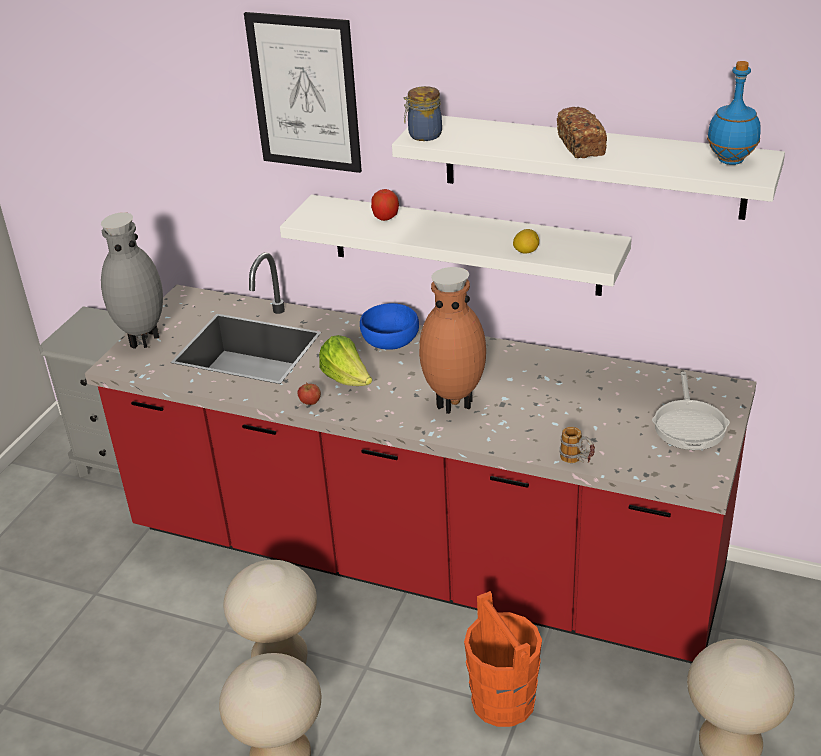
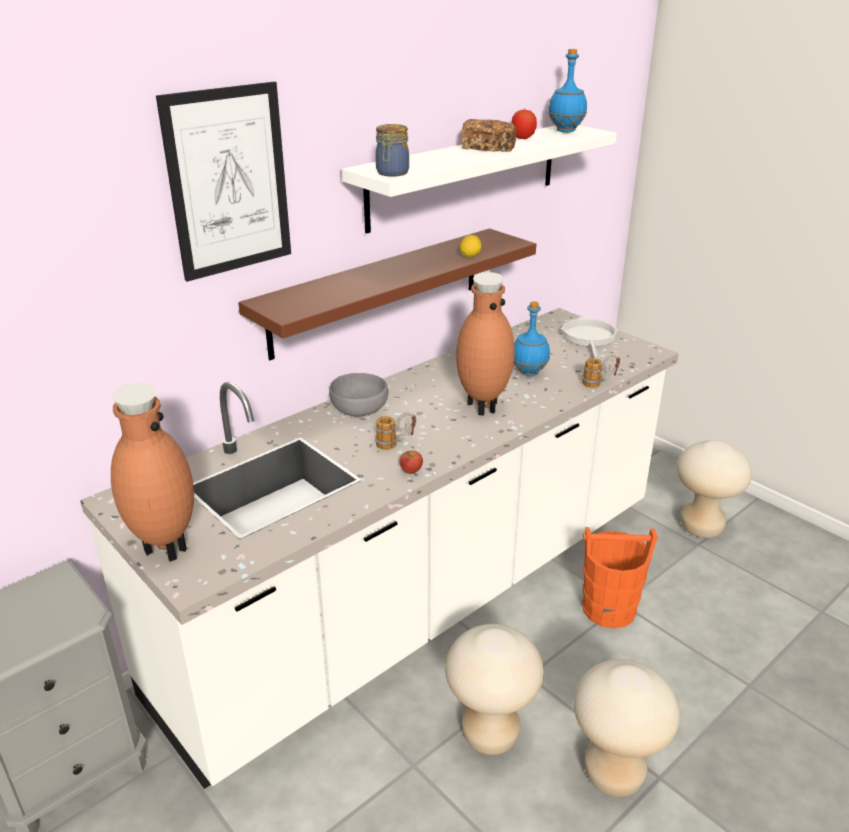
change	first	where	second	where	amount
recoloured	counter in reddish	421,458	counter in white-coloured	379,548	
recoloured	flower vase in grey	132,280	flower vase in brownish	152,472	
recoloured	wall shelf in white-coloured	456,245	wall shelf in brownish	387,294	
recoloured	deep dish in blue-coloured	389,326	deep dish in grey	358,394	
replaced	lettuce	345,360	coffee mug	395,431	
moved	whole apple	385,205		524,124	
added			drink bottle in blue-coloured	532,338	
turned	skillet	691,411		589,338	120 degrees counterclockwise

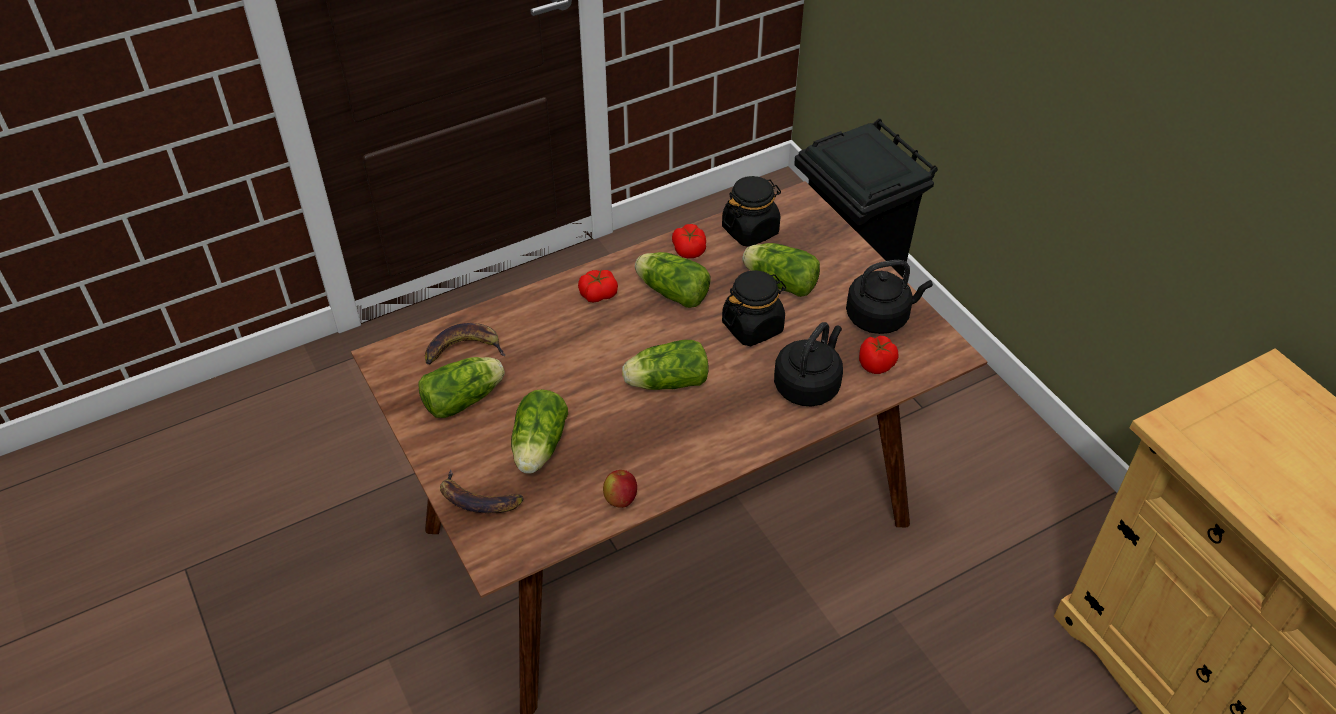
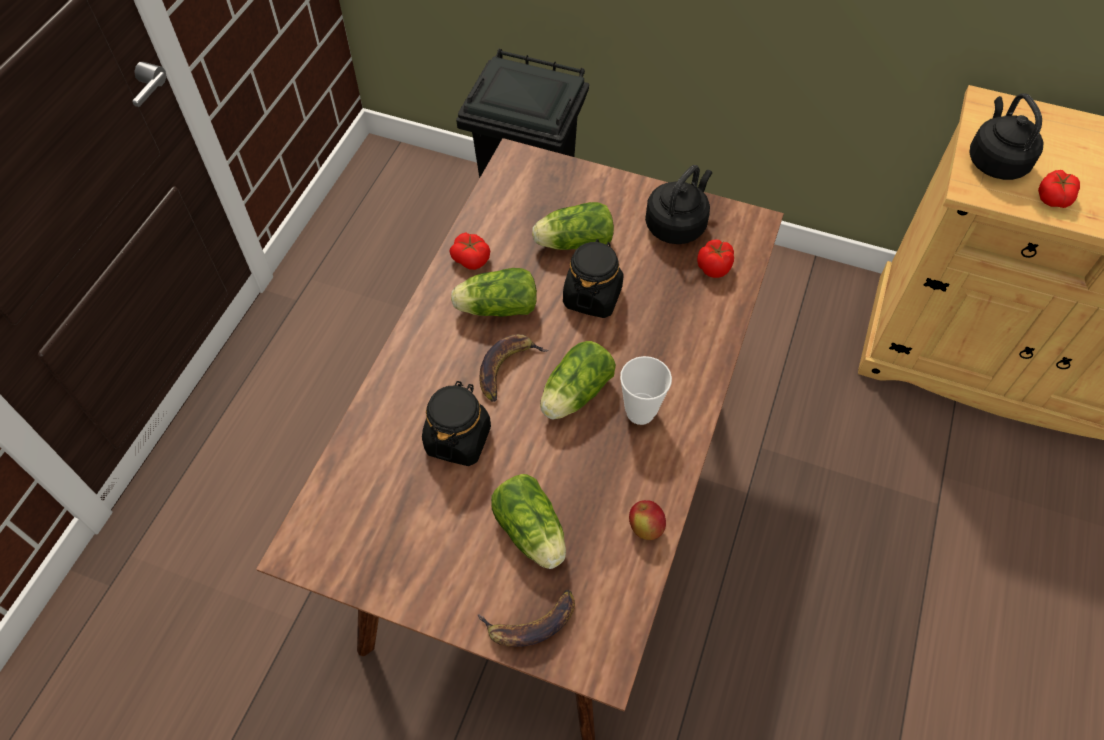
change	first	where	second	where	amount
moved	jar in black-coloured	751,211		456,423	
moved	whole banana	465,343		514,368	
added			small cup	646,390	
moved	kettle in black-coloured	808,364		1006,136	
moved	tomato	598,286		1059,189	
removed	lettuce	461,387			

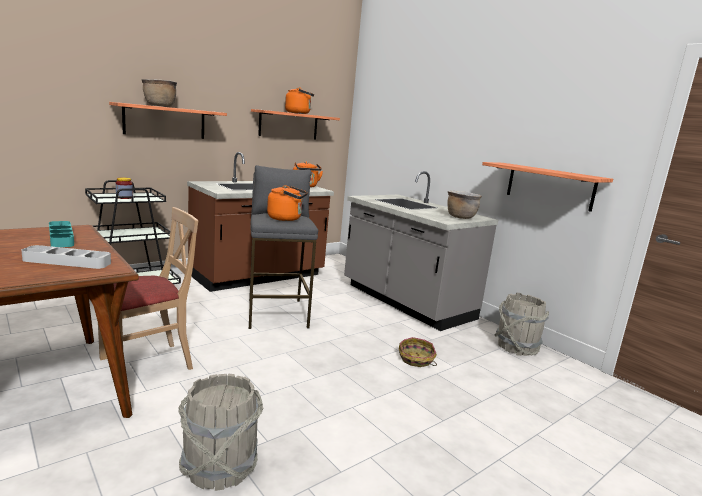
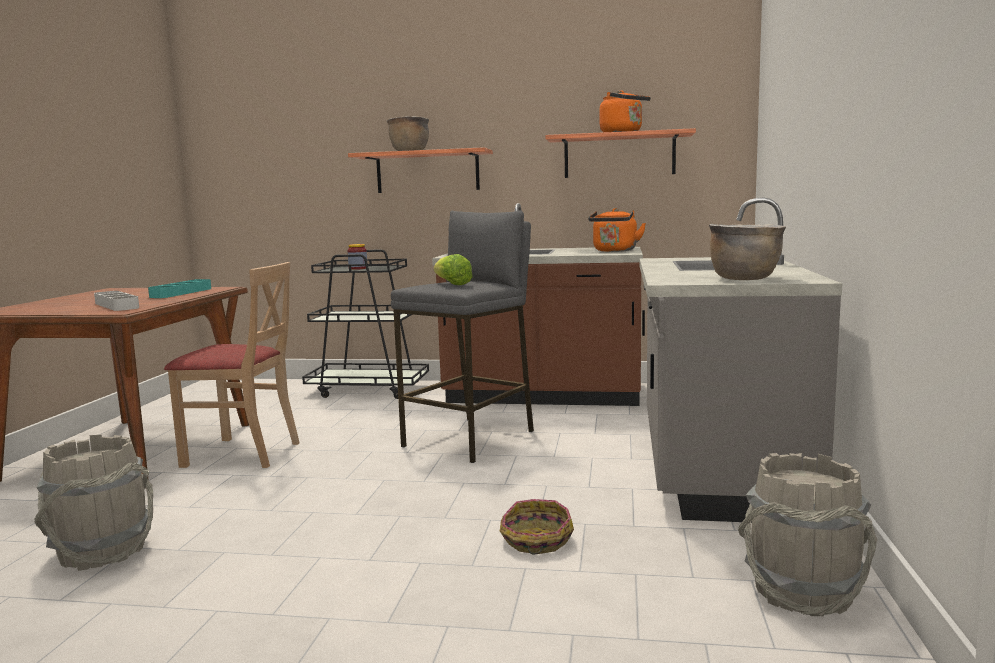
change	first	where	second	where	amount
replaced	kettle in orange	287,203	lettuce	453,269	
removed	wall shelf	547,187			

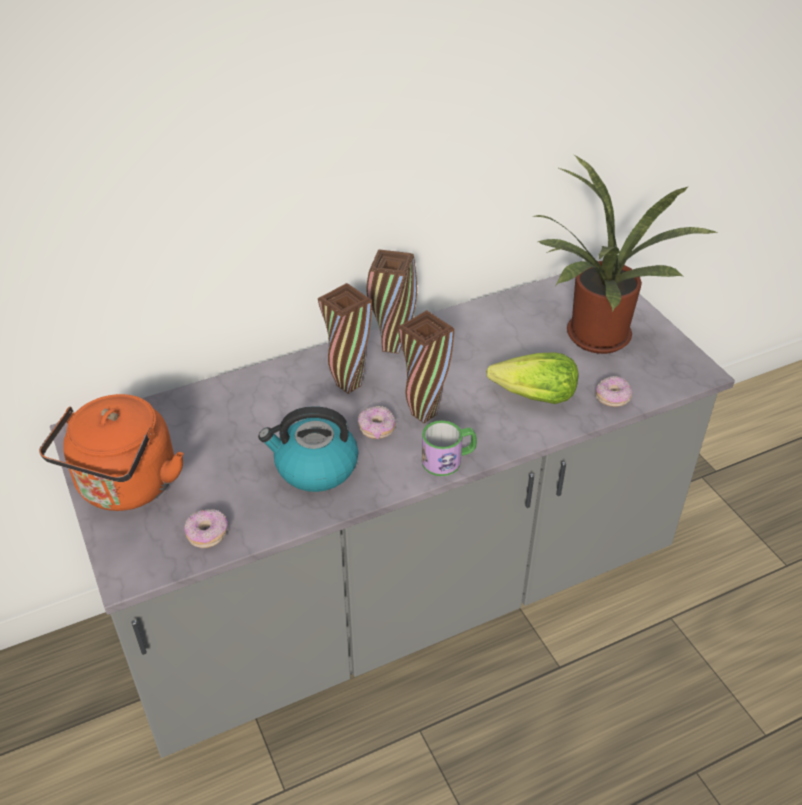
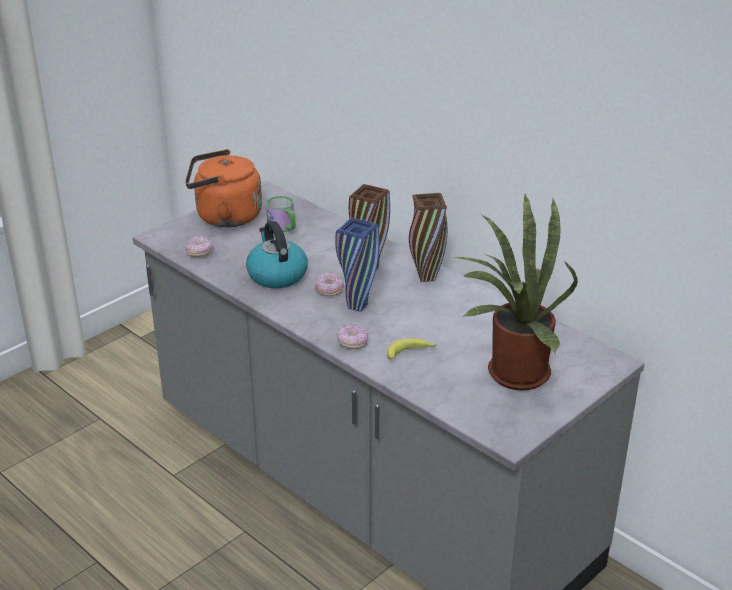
change	first	where	second	where	amount
moved	coffee mug	449,448		281,214	
recoloured	flower vase in brownish	426,366	flower vase in blue-coloured	357,264	
moved	donut	614,391		352,336	
replaced	lettuce	532,378	whole banana	412,349	

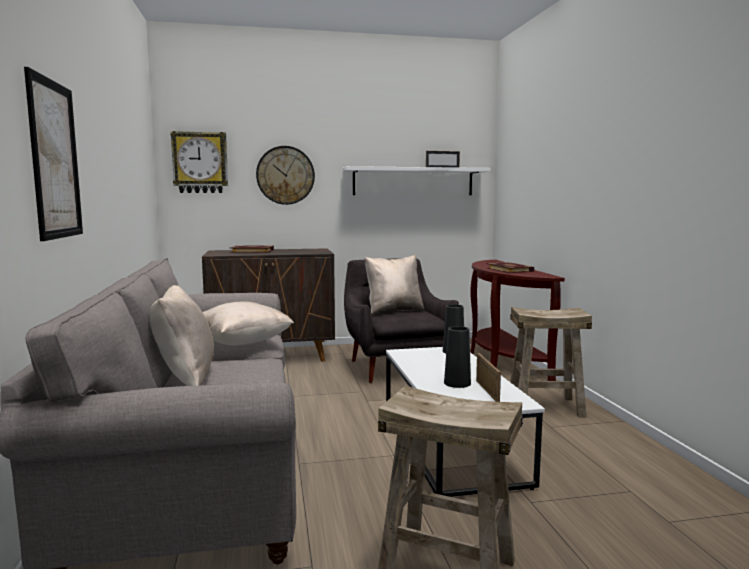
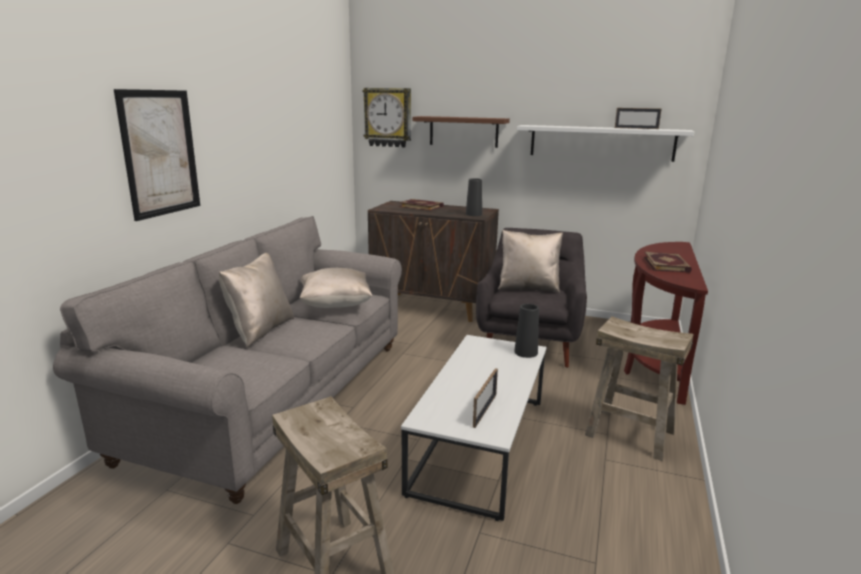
change	first	where	second	where	amount
replaced	hanging clock	285,175	wall shelf in brownish	461,132	
moved	flower vase in black-coloured	457,357		474,197	

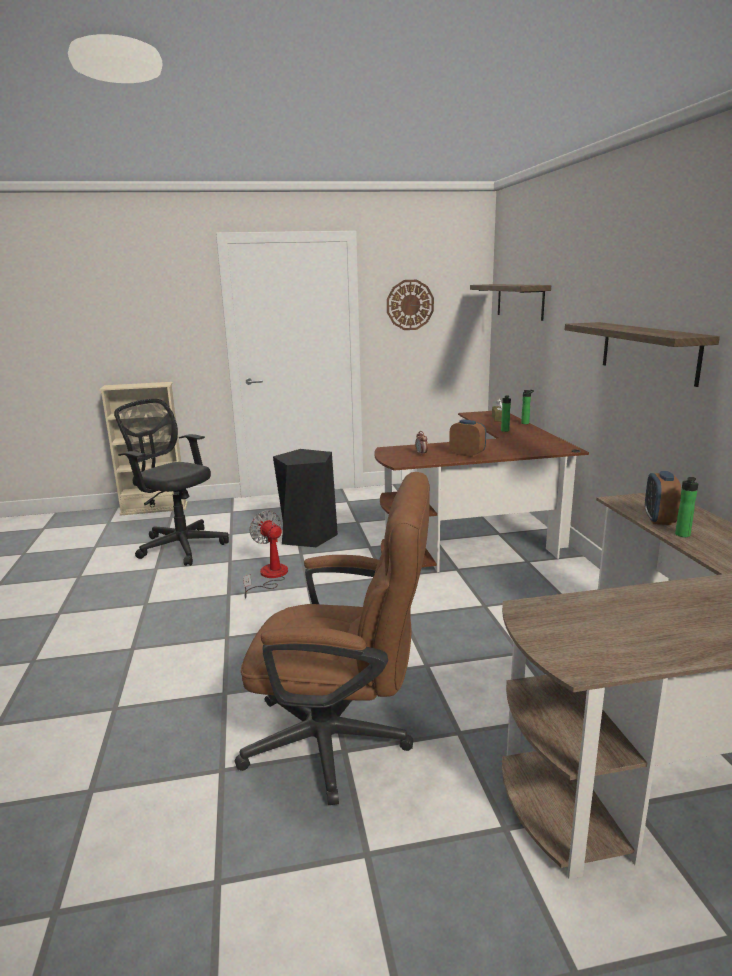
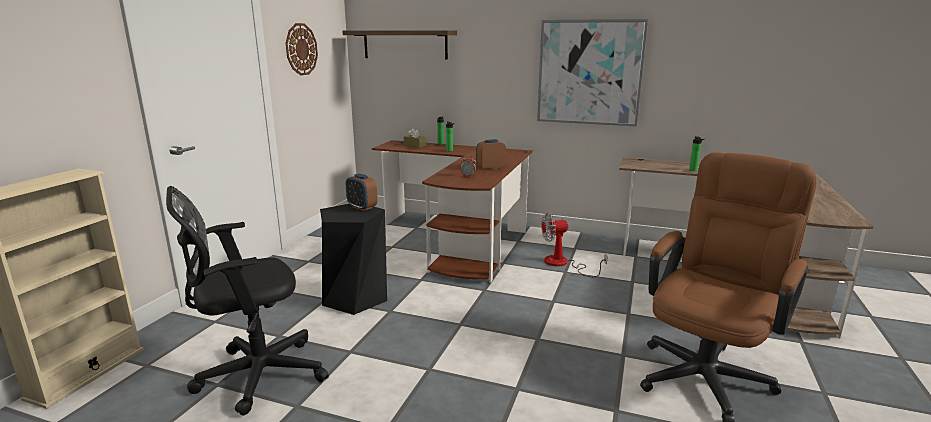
change	first	where	second	where	amount
moved	bedside clock	663,498		361,192	
replaced	wall shelf	642,354	wall picture	592,73	
moved	electric fan	265,554		574,245	

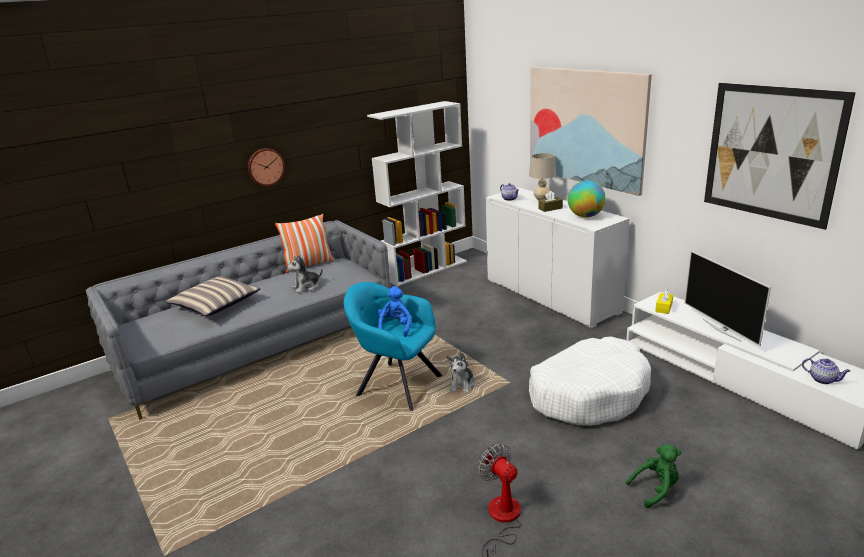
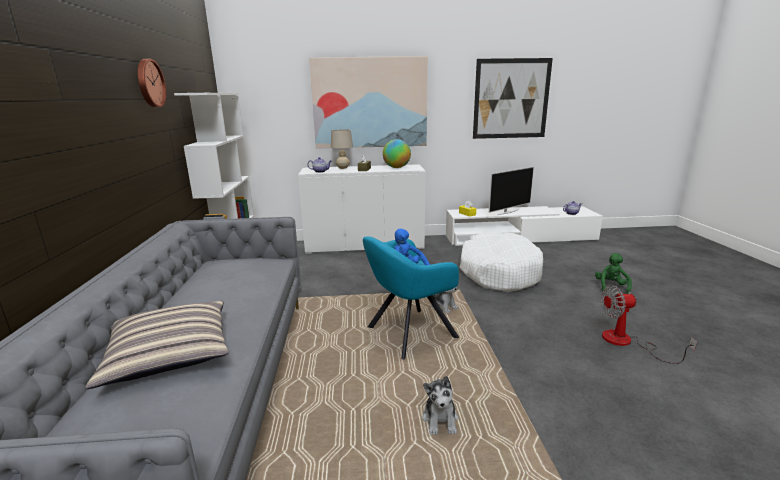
change	first	where	second	where	amount
moved	hanging clock	266,167		152,83	
moved	soft toy	305,274		440,405	
turned	television	728,298		511,191	45 degrees counterclockwise
removed	throw pillow	304,243			

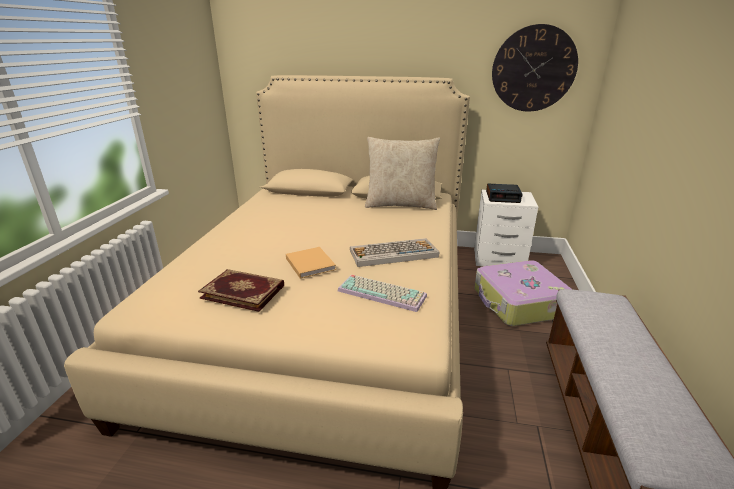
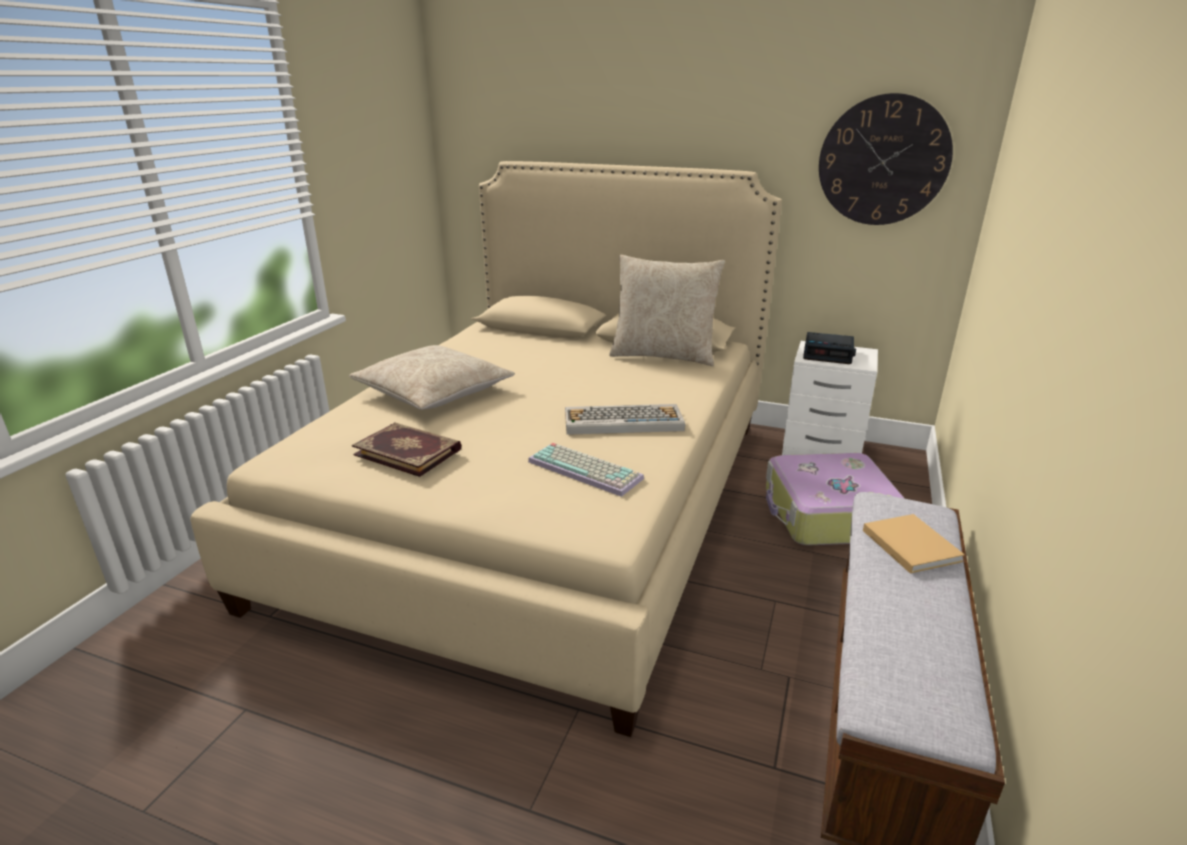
change	first	where	second	where	amount
added			throw pillow in sand-coloured	432,377	
moved	bound book in sand-coloured	311,263		914,543	

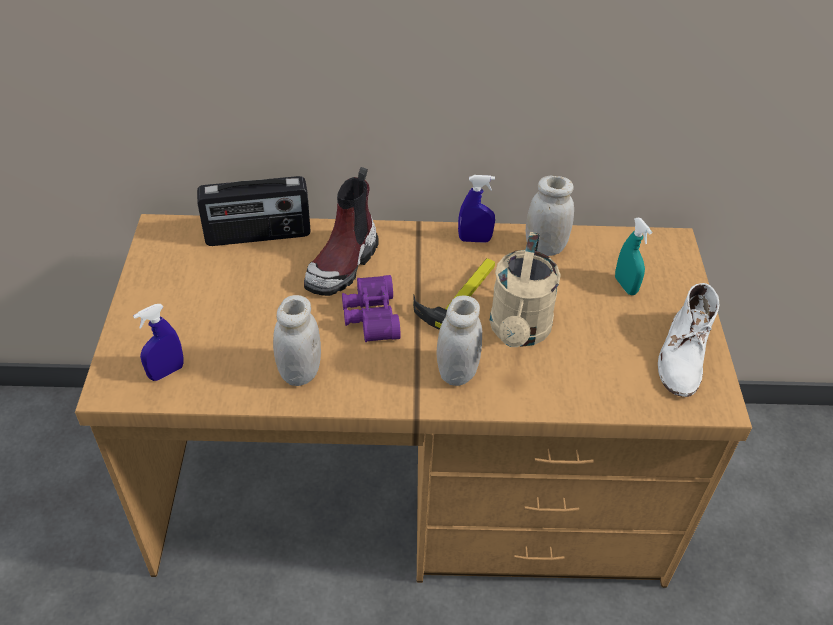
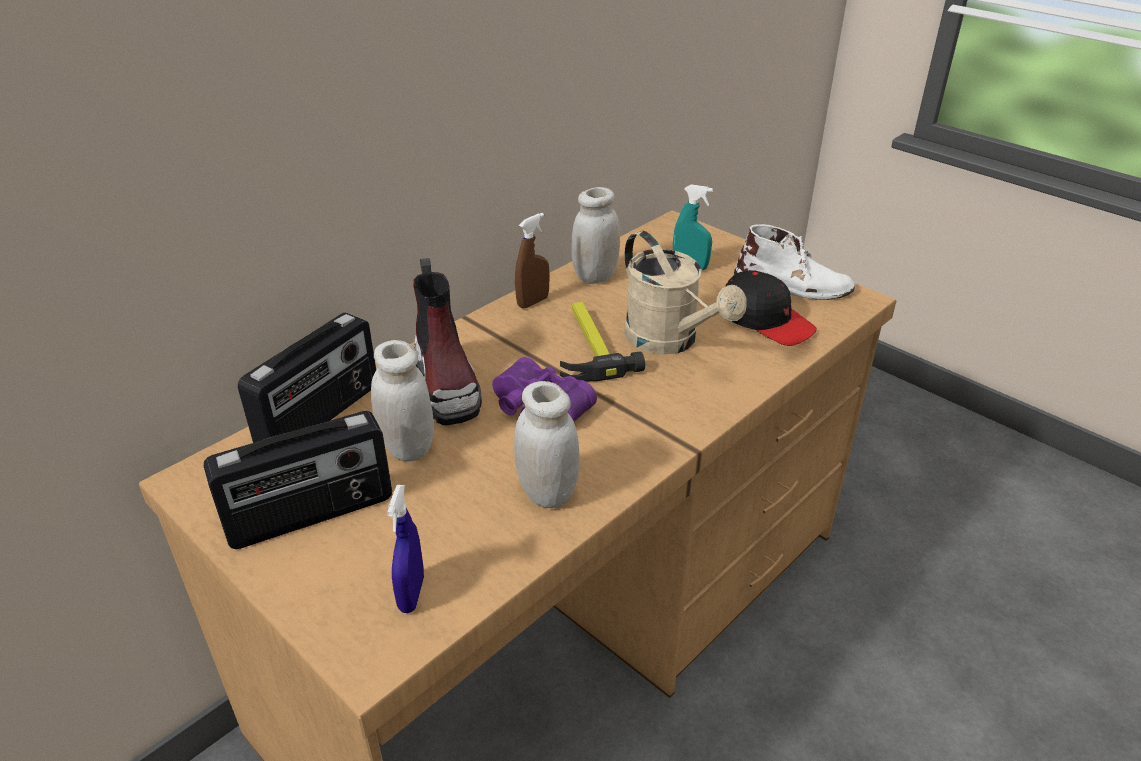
change	first	where	second	where	amount
added			radio receiver	298,480	
moved	jar in white-coloured	459,341		402,400	
recoloured	sprayer in blue-coloured	476,209	sprayer in brownish	532,261	
added			peaked cap in black-coloured	771,308	
turned	high-top boot in white-coloured	688,340		794,262	45 degrees counterclockwise

